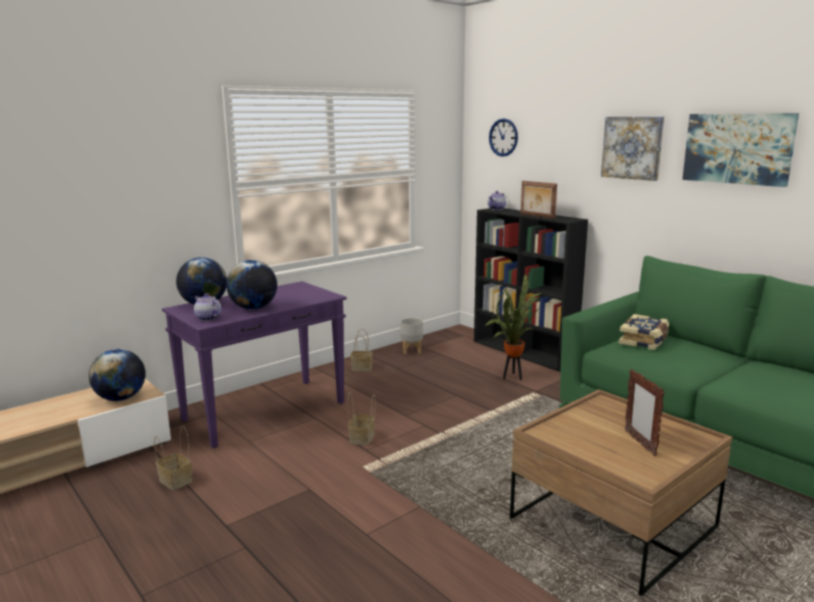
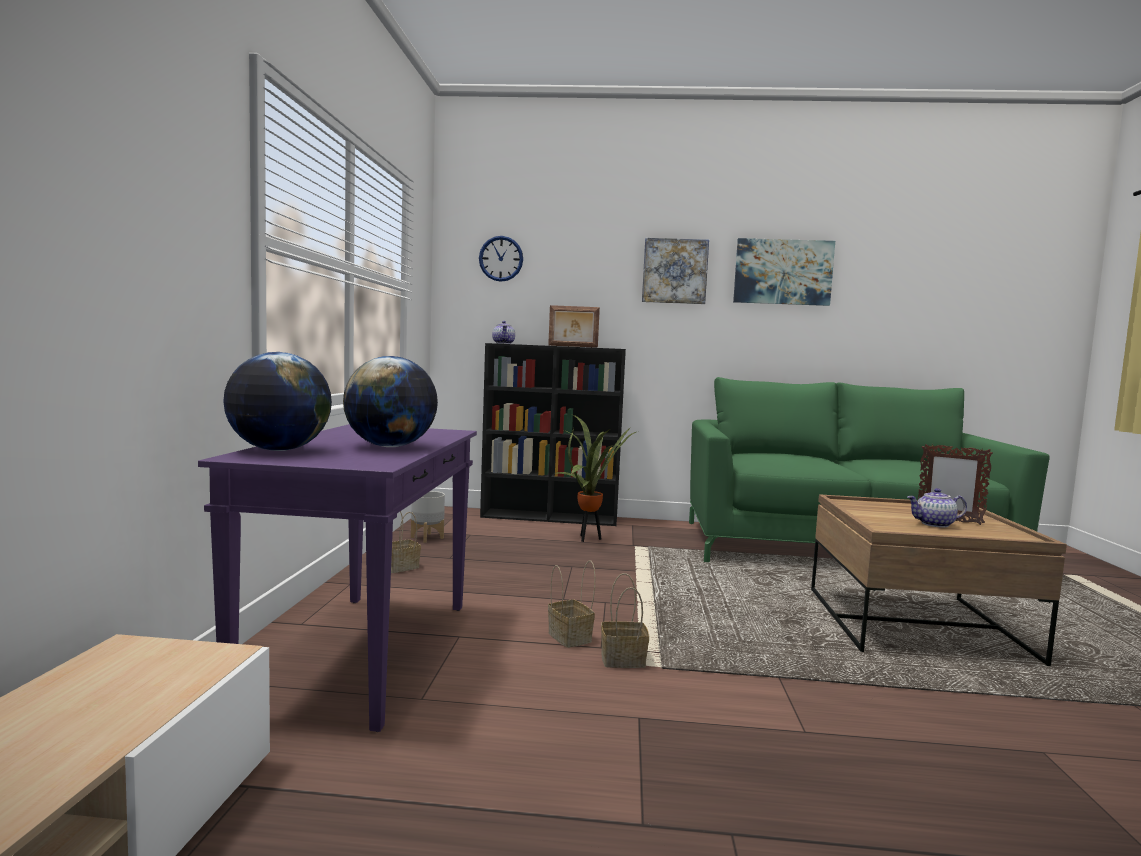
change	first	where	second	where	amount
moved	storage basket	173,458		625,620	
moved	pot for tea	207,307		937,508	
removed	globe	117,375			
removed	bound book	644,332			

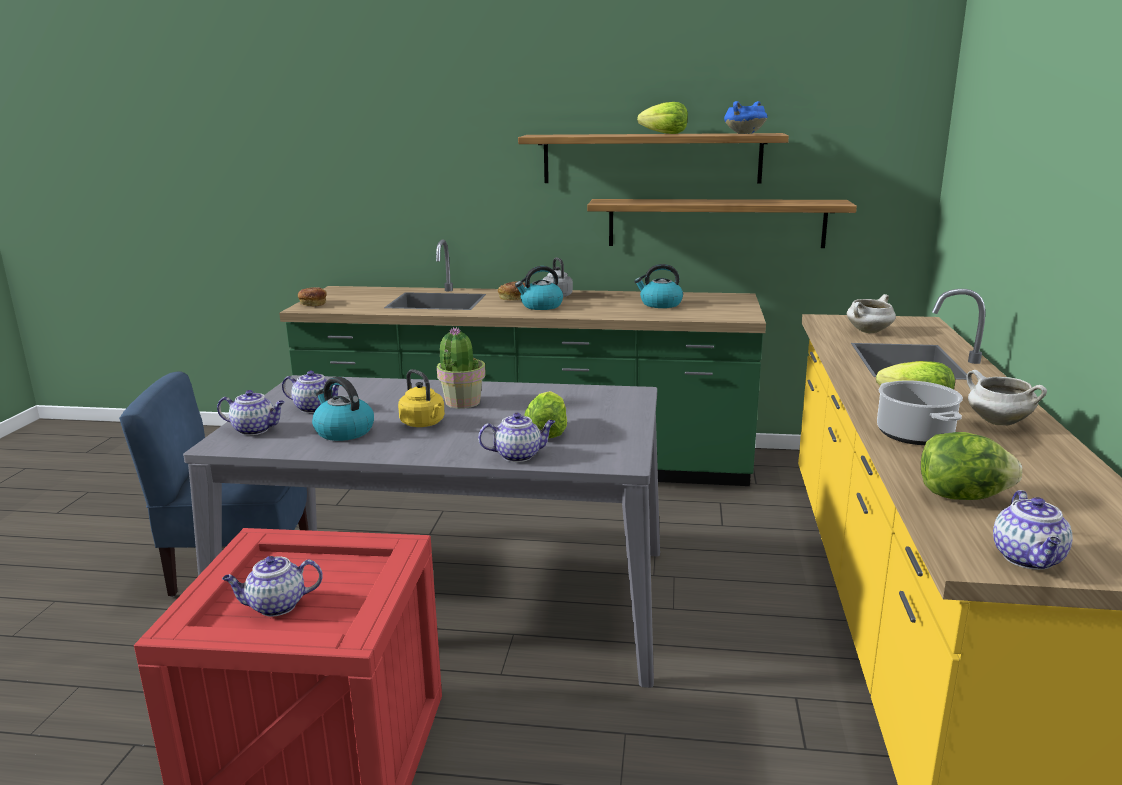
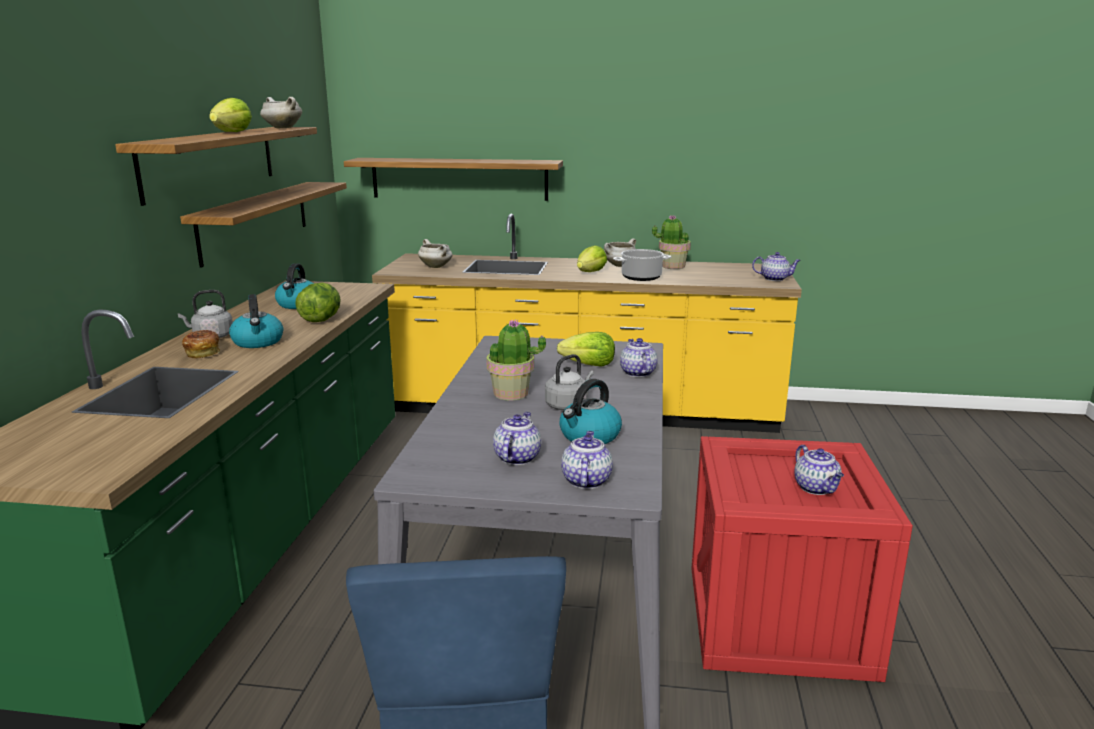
change	first	where	second	where	amount
recoloured	saucepot in blue-coloured	745,117	saucepot in white-coloured	281,112	
moved	lettuce	971,466		318,302	
added			wall shelf	453,179	
recoloured	kettle in yellow	421,398	kettle in grey	569,382	
added			plant in a pot	671,242	
removed	bakery bread	312,296			

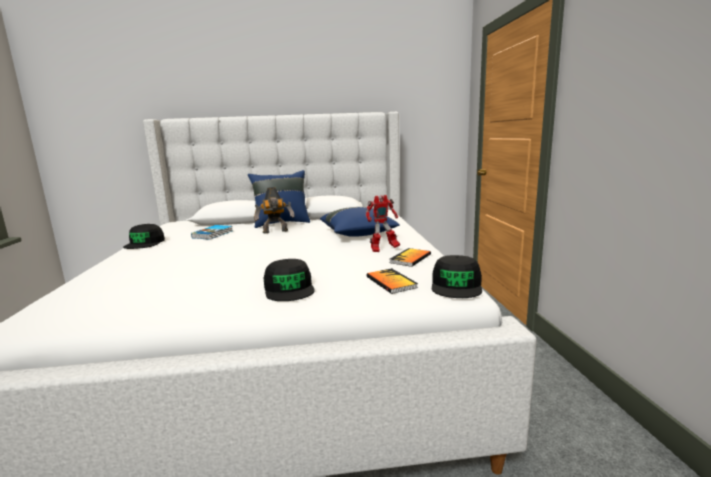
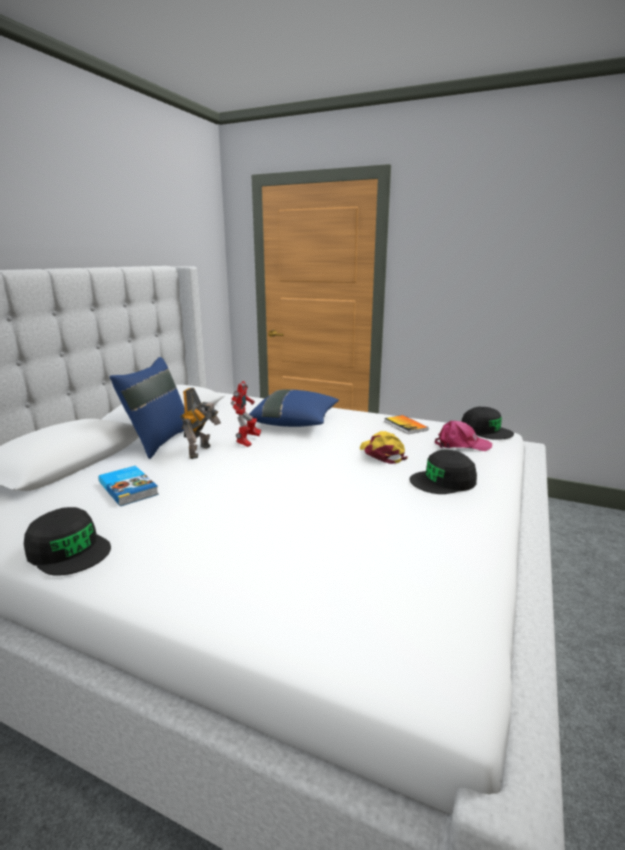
change	first	where	second	where	amount
moved	model robot	382,223		246,414	
added			peaked cap in yellow	384,447	
turned	peaked cap in black-coloured	289,280		443,471	150 degrees clockwise
replaced	bound book	392,281	peaked cap in pink-coloured	463,436	

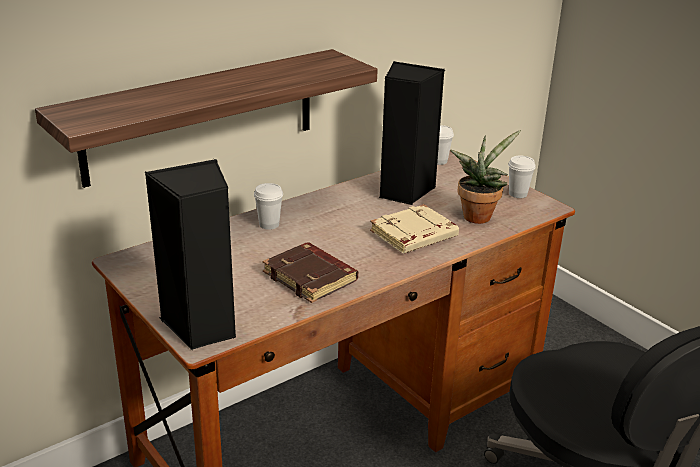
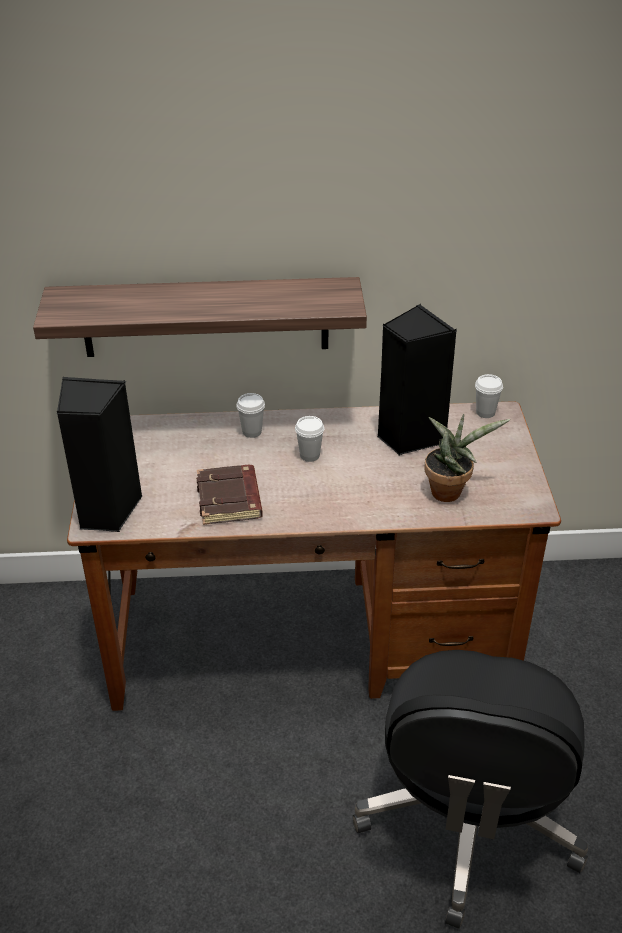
change	first	where	second	where	amount
moved	small cup in white-coloured	522,177		309,439	
removed	bound book in sand-coloured	414,229			

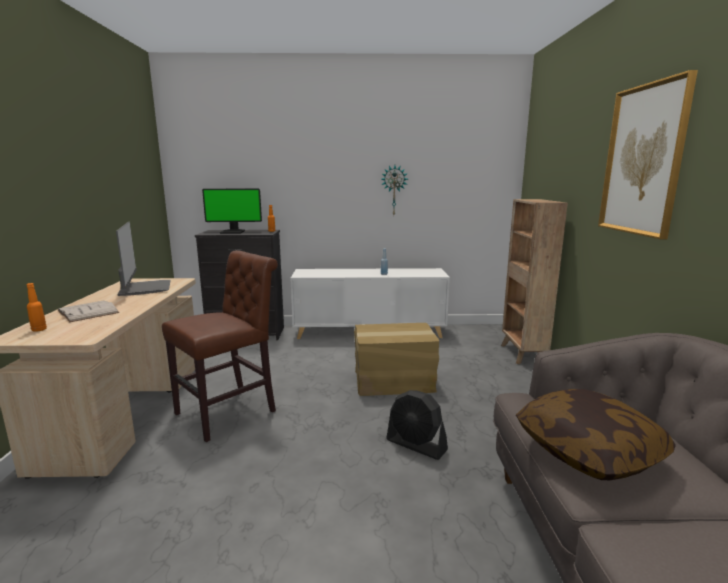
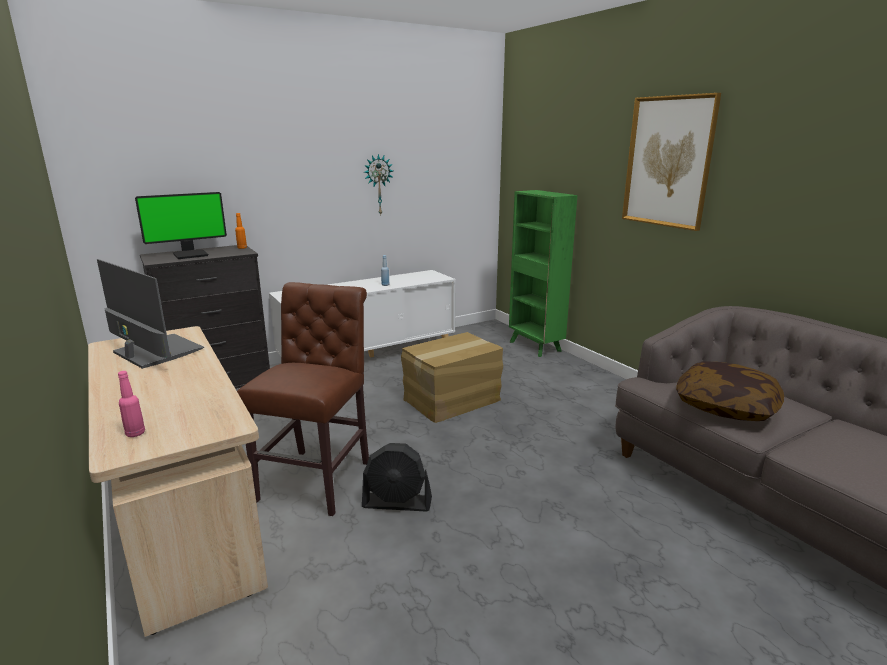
change	first	where	second	where	amount
recoloured	drink bottle in orange	37,307	drink bottle in pink-coloured	131,404	
moved	electric fan in black-coloured	417,425		397,477	
recoloured	shelving unit in brownish	534,281	shelving unit in green-coloured	543,273	
removed	bound book in white-coloured	88,311			

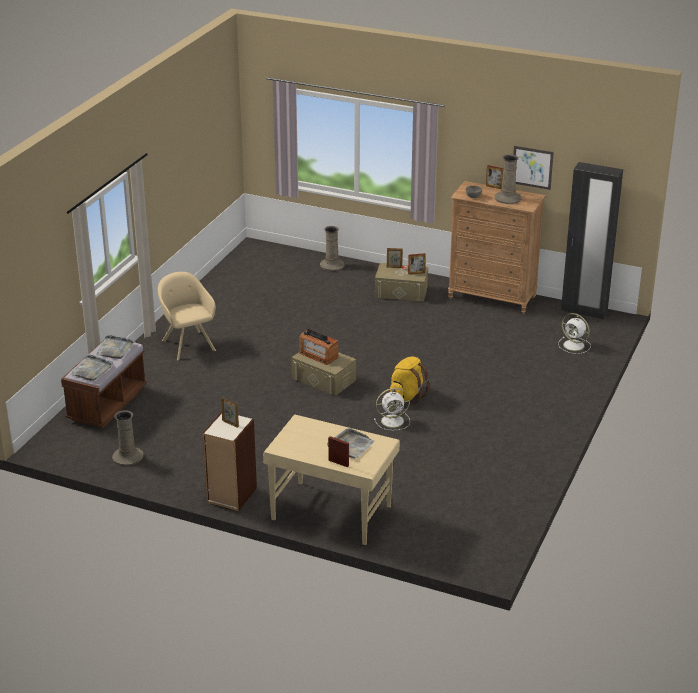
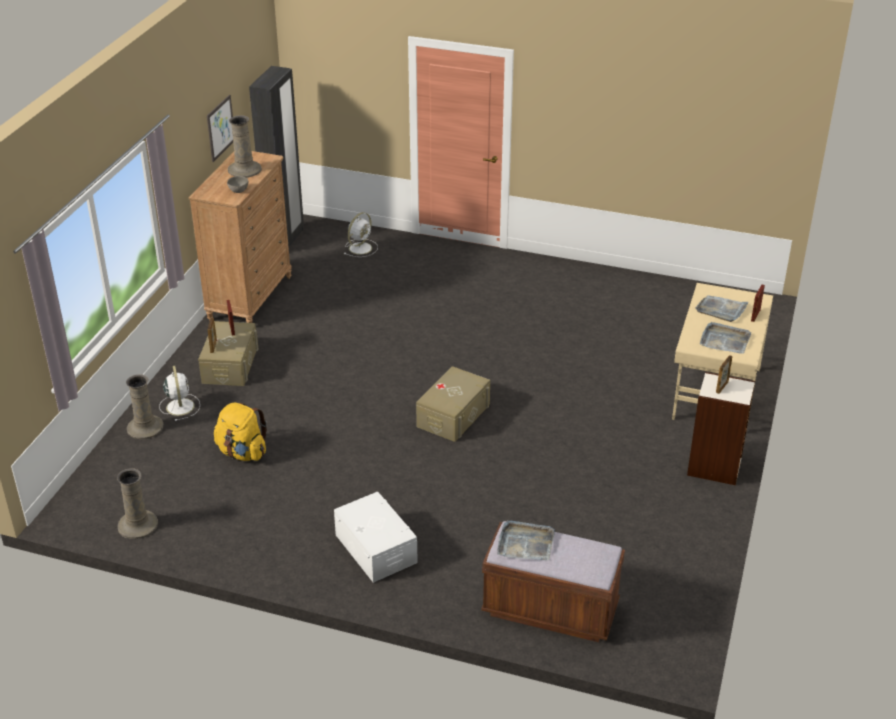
change	first	where	second	where	amount
moved	flower vase in sand-coloured	128,438		137,503	
moved	electric fan in white-coloured	392,409		179,393	
moved	knapsack in yellow	410,380		240,432	
replaced	easy chair in sand-coloured	187,316	storage bin in white-coloured	376,537	
moved	carrying tray in grey	92,368		725,338	
removed	radio receiver	318,347			
removed	photo frame	494,177			

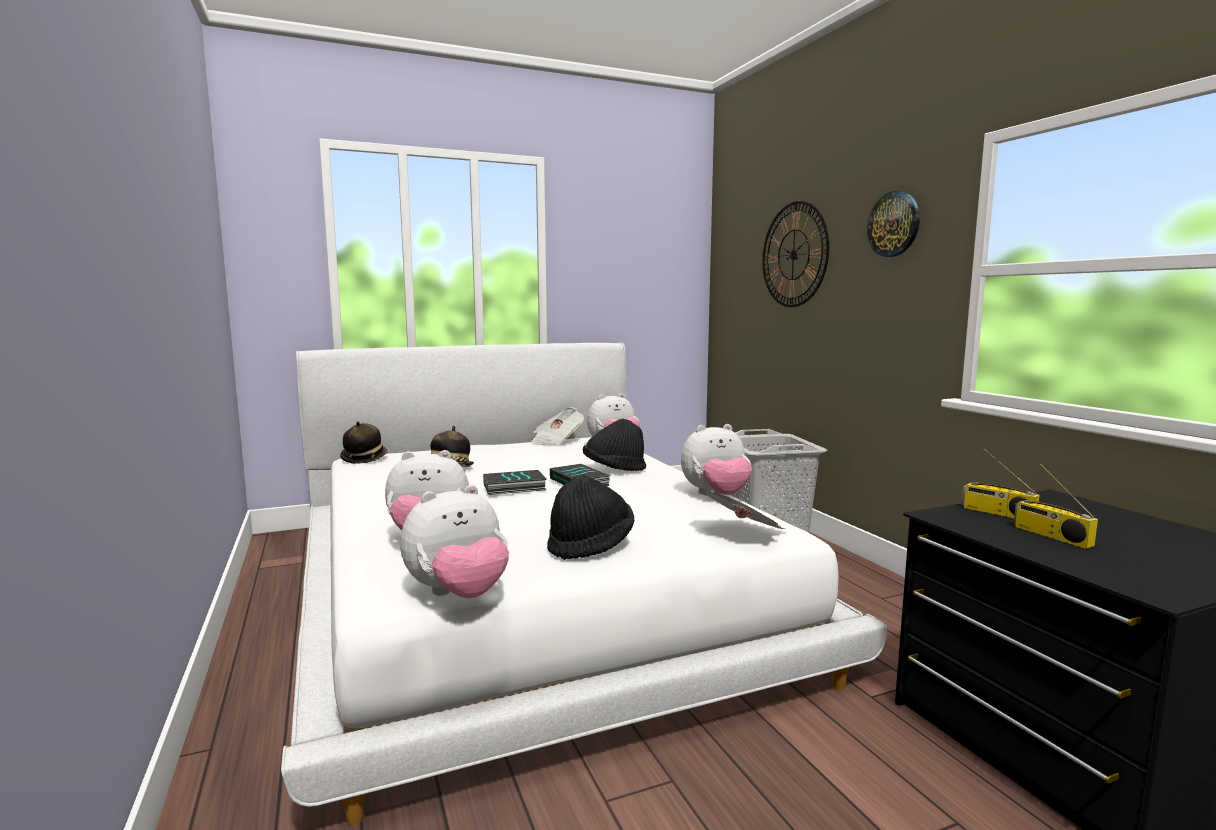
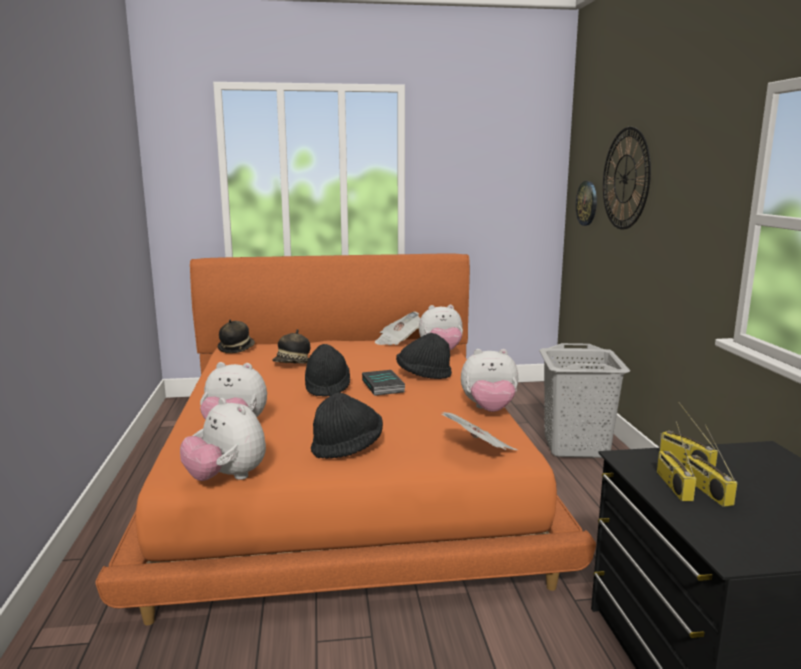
change	first	where	second	where	amount
recoloured	bed in white-coloured	584,584	bed in orange	346,439	
turned	soft toy	454,541		223,439	60 degrees clockwise
replaced	bound book	515,482	hat in black-coloured	327,370	
moved	hanging clock	893,224		586,203	
added			radio receiver	676,461	

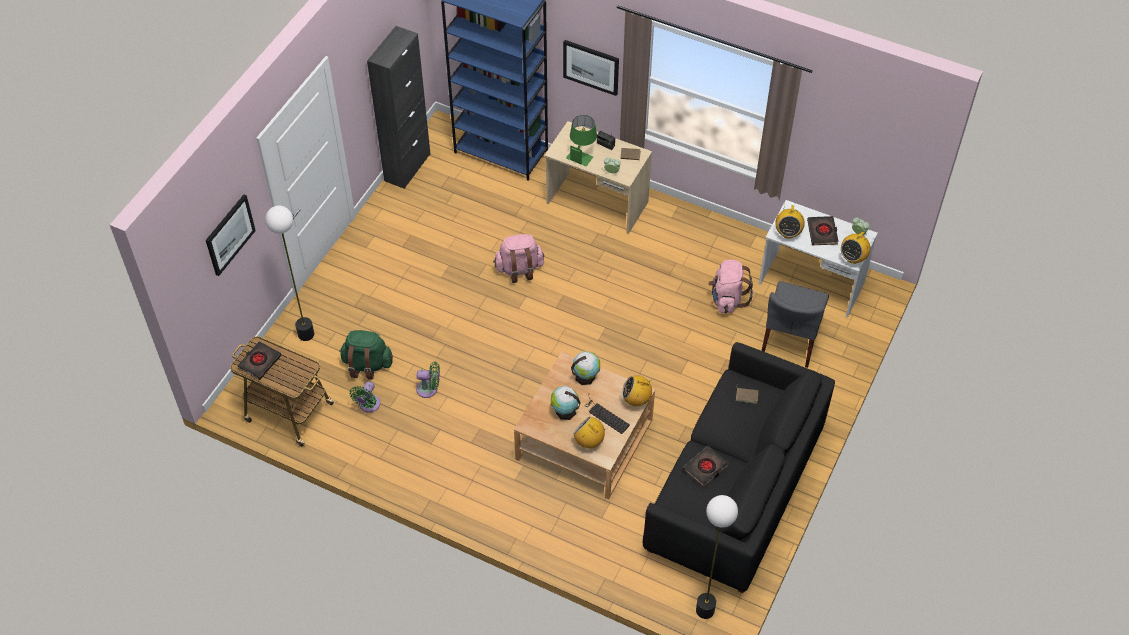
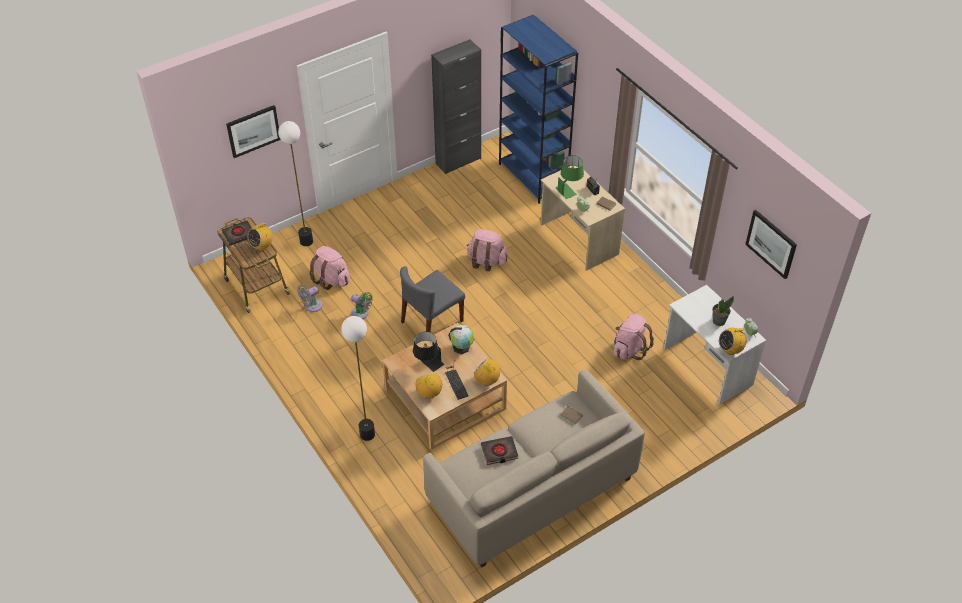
change	first	where	second	where	amount
moved	radio receiver	790,222		260,237	
recoloured	electric fan in green-coloured	365,397	electric fan in grey	310,298	
recoloured	knapsack in green-coloured	366,354	knapsack in pink-coloured	329,268	
moved	floor lamp	717,557		358,378	
moved	chair in grey	795,324		432,299	
replaced	globe	566,403	lamp for a table in black-coloured	428,351	
recoloured	settee in black-coloured	739,467	settee in sand-coloured	534,468	
replaced	bound book in black-coloured	823,230	plant in a pot	723,311	
moved	wall picture	591,68		771,244	

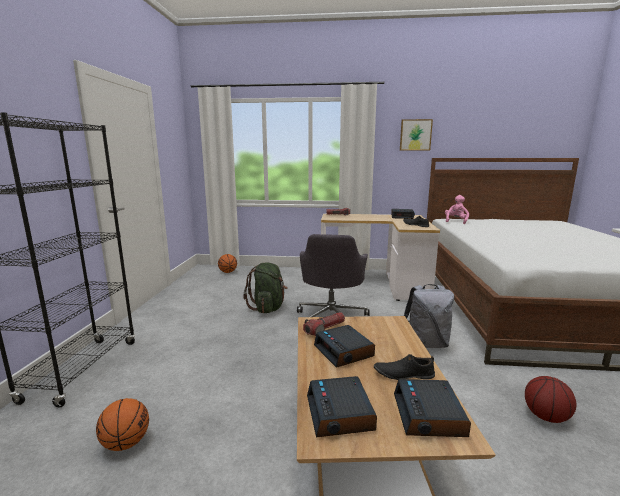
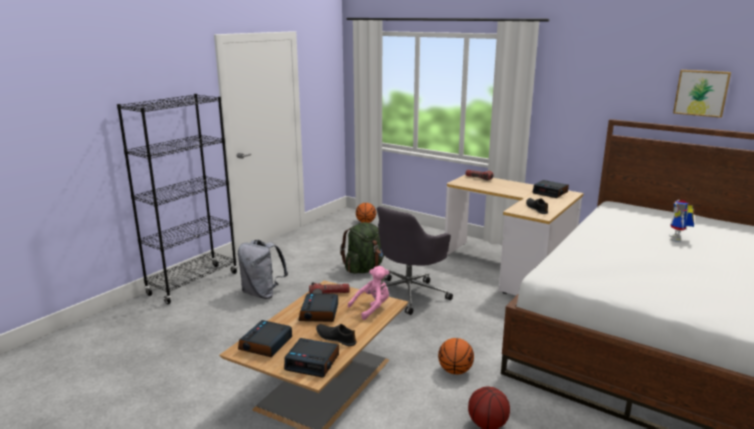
change	first	where	second	where	amount
moved	knapsack in grey	429,316		263,269	
turned	bedside clock	432,408		311,358	105 degrees counterclockwise
moved	soft toy in pink-coloured	457,209		368,293	
moved	basketball ball	122,424		456,356	
added			model robot	681,220	
moved	wall picture	416,135		702,94	

